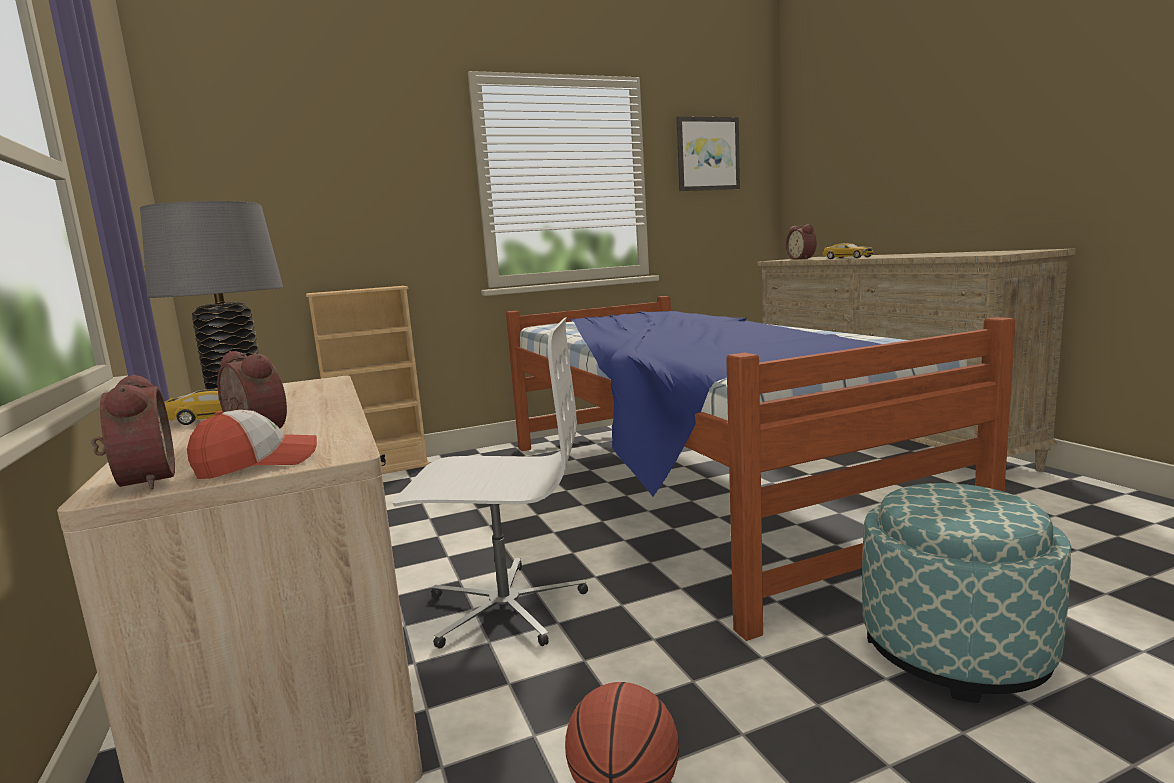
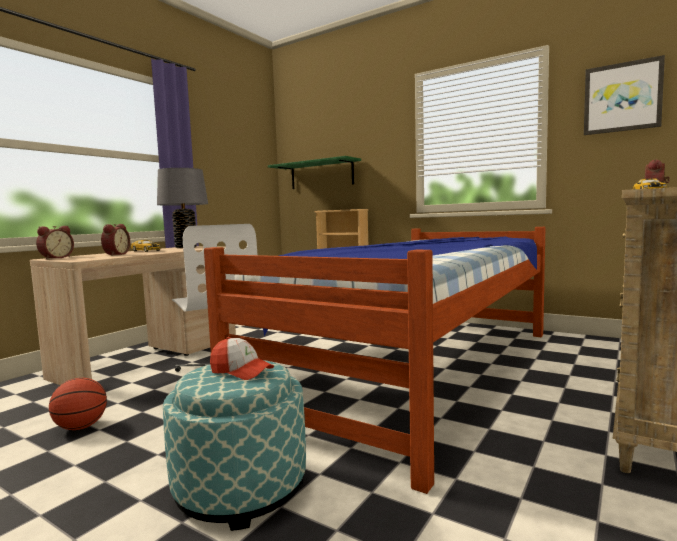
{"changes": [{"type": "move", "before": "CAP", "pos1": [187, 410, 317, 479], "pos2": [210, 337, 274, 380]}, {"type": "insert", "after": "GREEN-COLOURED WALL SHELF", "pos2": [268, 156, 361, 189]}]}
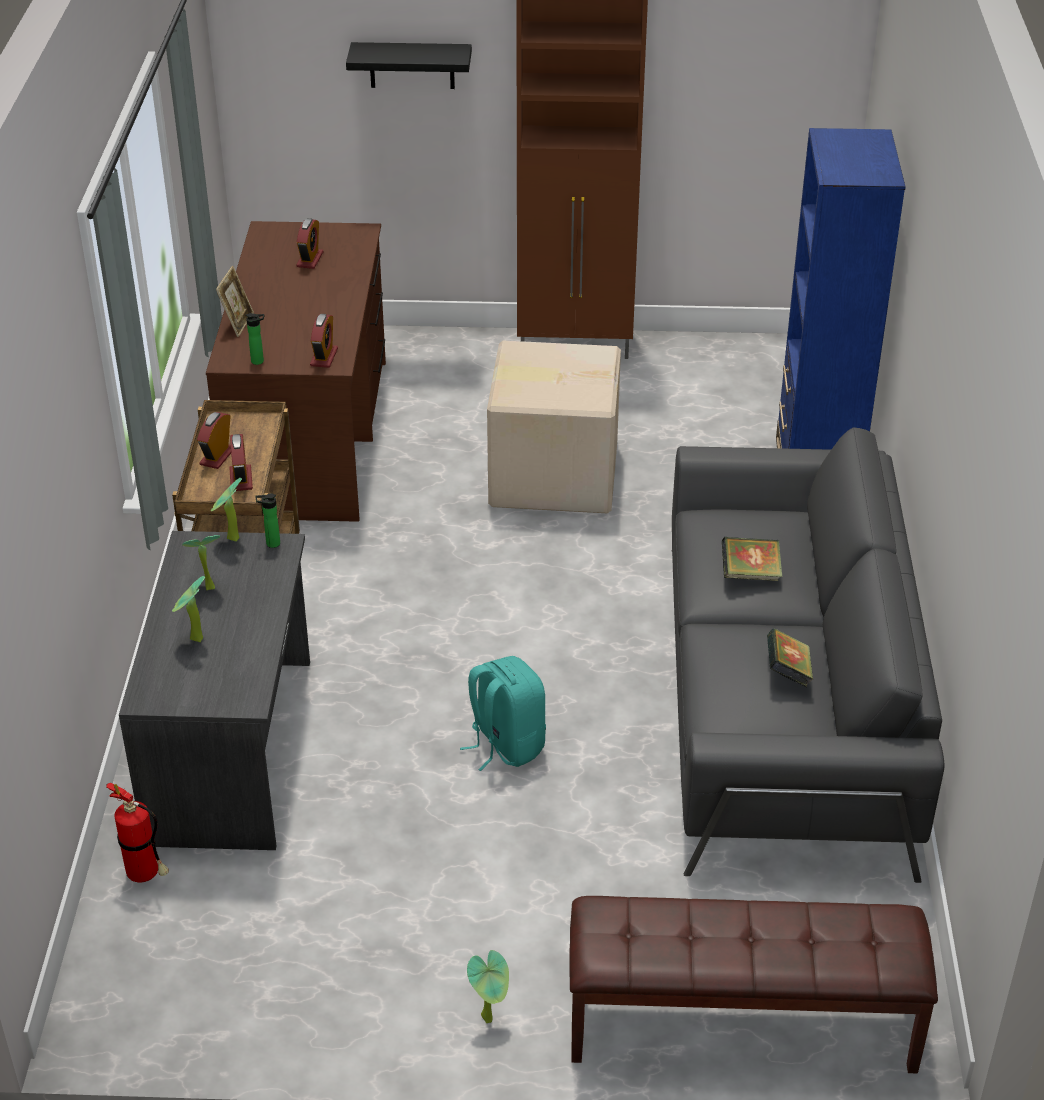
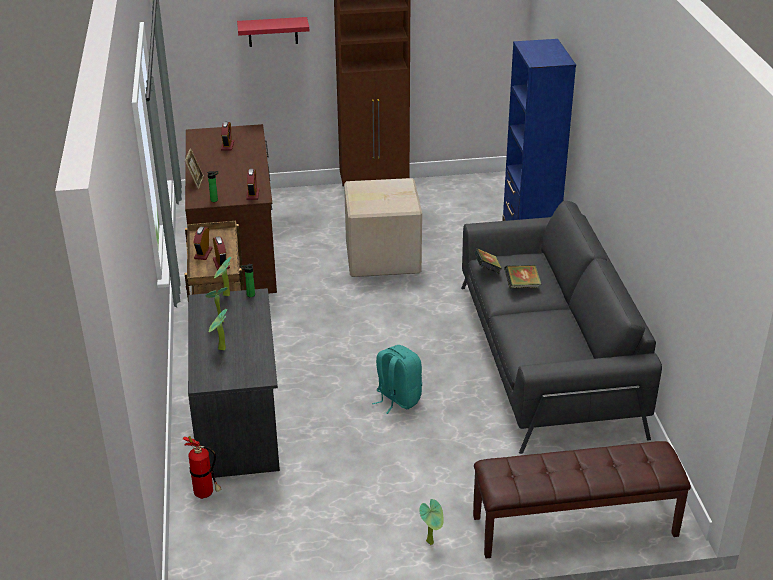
{"changes": [{"type": "recolor", "before": "BLACK-COLOURED WALL SHELF", "after": "REDDISH WALL SHELF", "pos1": [346, 42, 472, 89], "pos2": [237, 17, 309, 47]}, {"type": "move", "before": "VOLUME", "pos1": [767, 628, 814, 687], "pos2": [474, 248, 502, 273]}]}
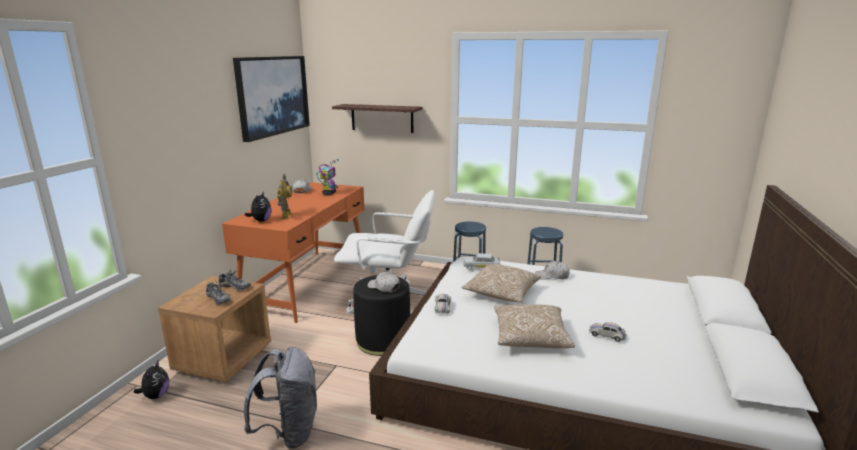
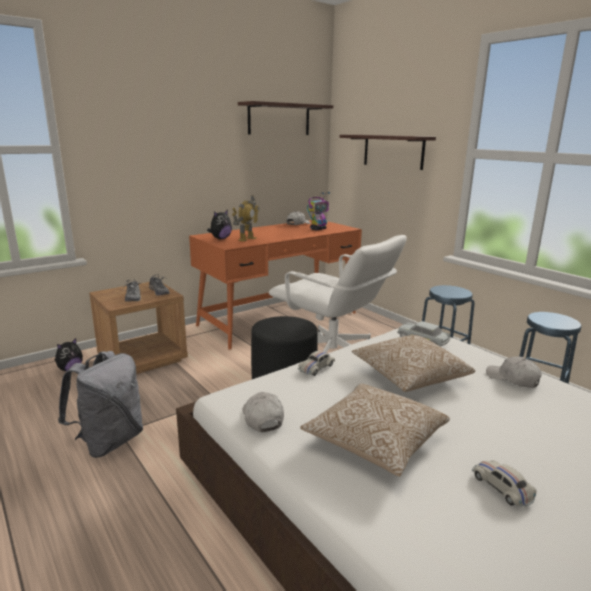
{"changes": [{"type": "replace", "before": "WALL PICTURE", "after": "WALL SHELF", "pos1": [233, 56, 310, 142], "pos2": [238, 101, 333, 135]}, {"type": "move", "before": "WHITE CAP", "pos1": [368, 272, 400, 293], "pos2": [242, 392, 284, 432]}]}
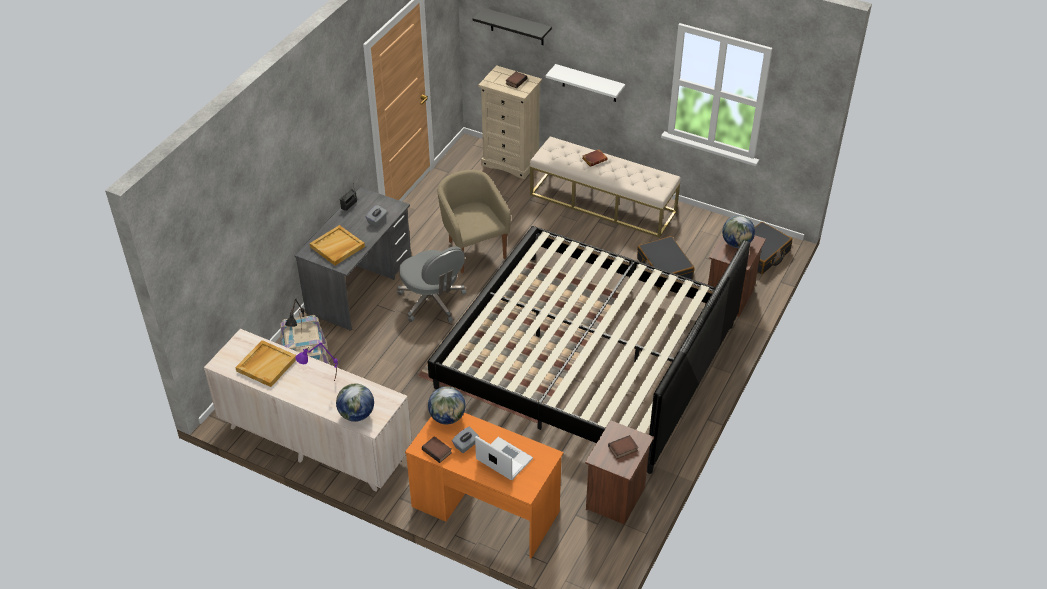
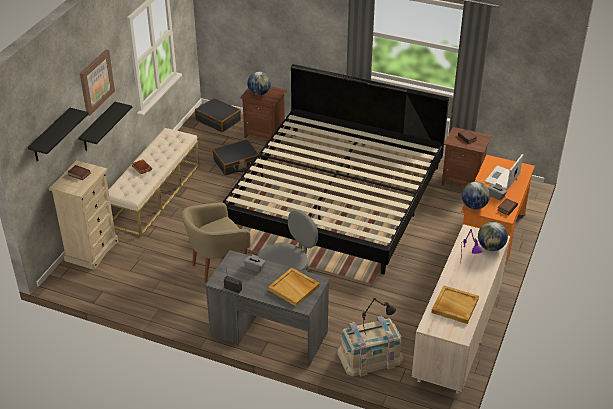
{"changes": [{"type": "recolor", "before": "WHITE WALL SHELF", "after": "BLACK-COLOURED WALL SHELF", "pos1": [545, 64, 625, 102], "pos2": [78, 102, 132, 151]}, {"type": "insert", "after": "WALL PICTURE", "pos2": [80, 50, 115, 116]}]}
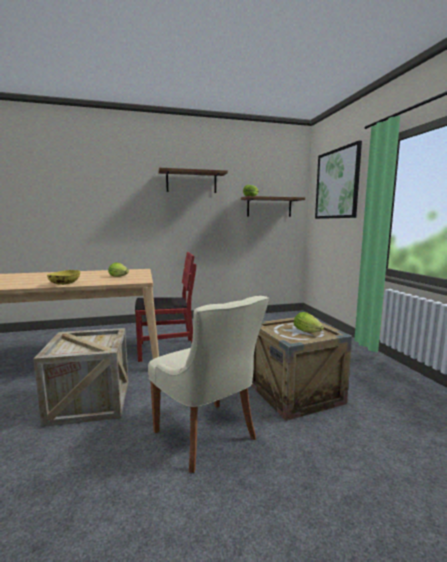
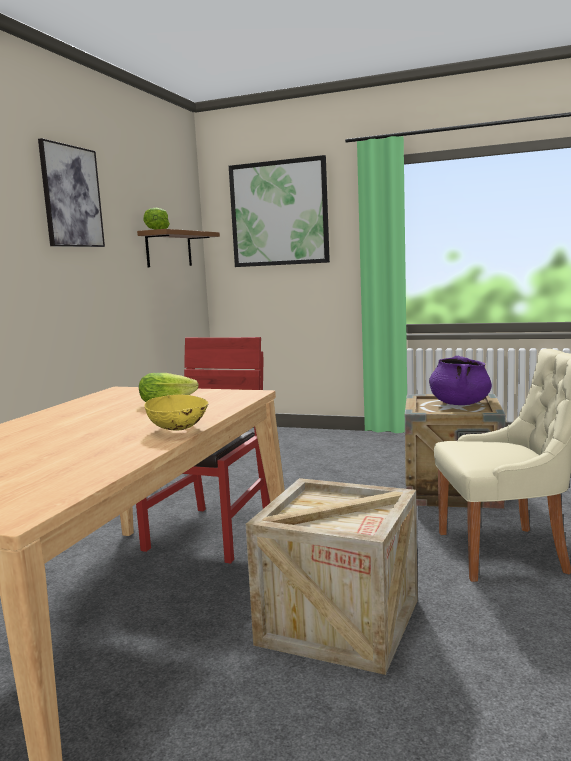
{"changes": [{"type": "replace", "before": "BROWN WALL SHELF", "after": "WALL PICTURE", "pos1": [158, 168, 228, 193], "pos2": [38, 138, 105, 247]}, {"type": "replace", "before": "HEAD OF LETTUCE", "after": "PURPLISH COOKING POT", "pos1": [294, 312, 324, 333], "pos2": [429, 356, 492, 405]}]}
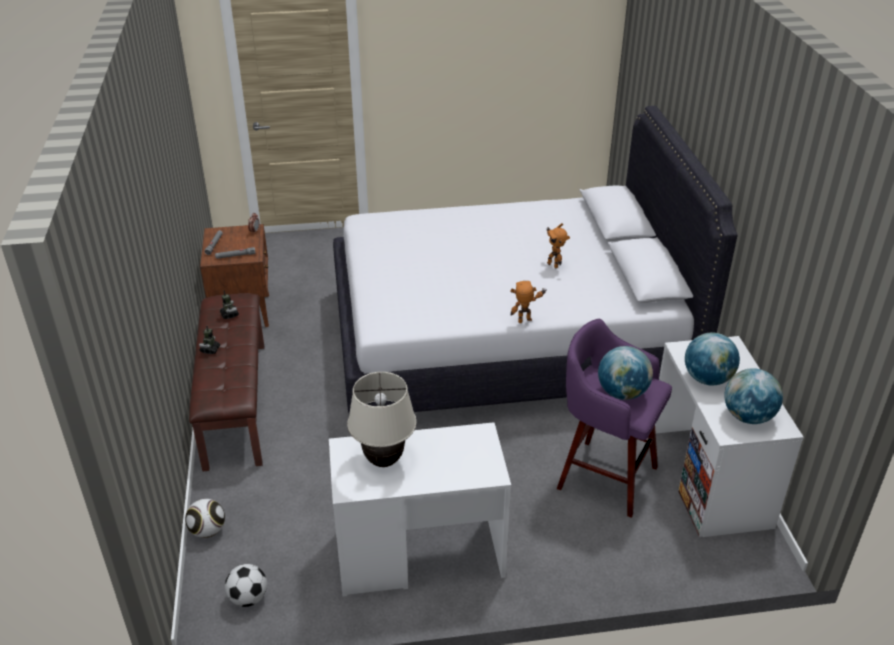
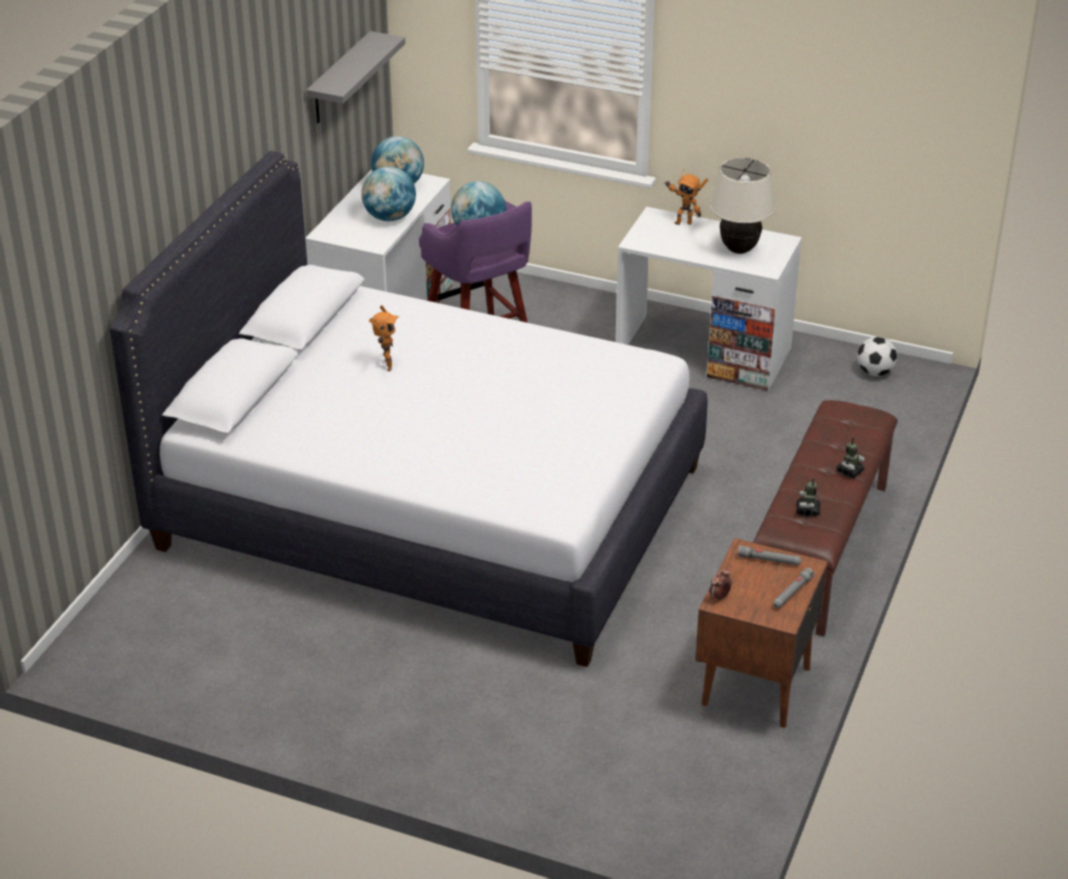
{"changes": [{"type": "delete", "before": "FOOTBALL BALL", "pos1": [185, 499, 225, 538]}, {"type": "move", "before": "ROBOT FIGURE", "pos1": [510, 281, 546, 323], "pos2": [665, 169, 708, 225]}, {"type": "insert", "after": "GREYISH WALL SHELF", "pos2": [306, 31, 405, 123]}]}
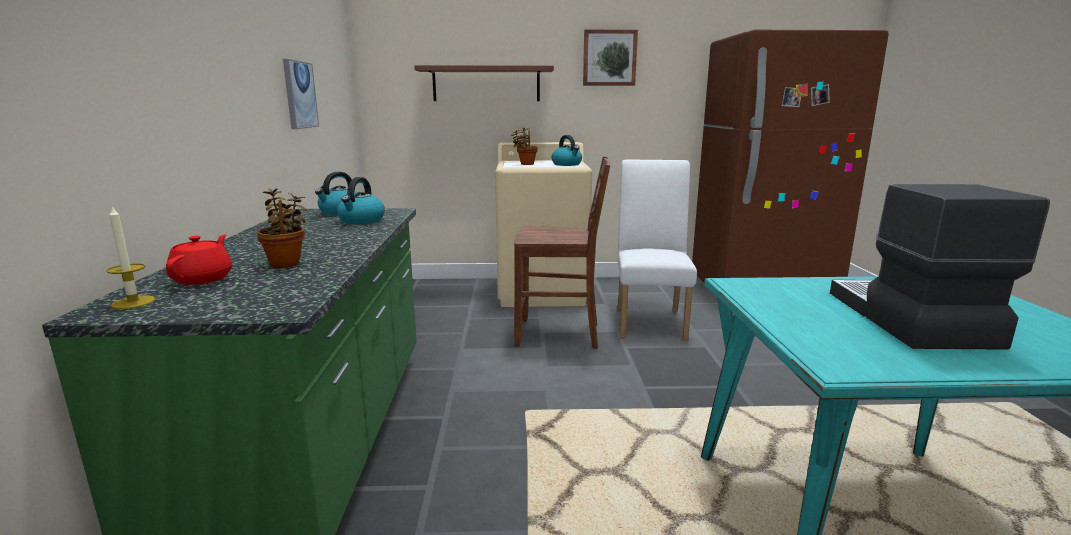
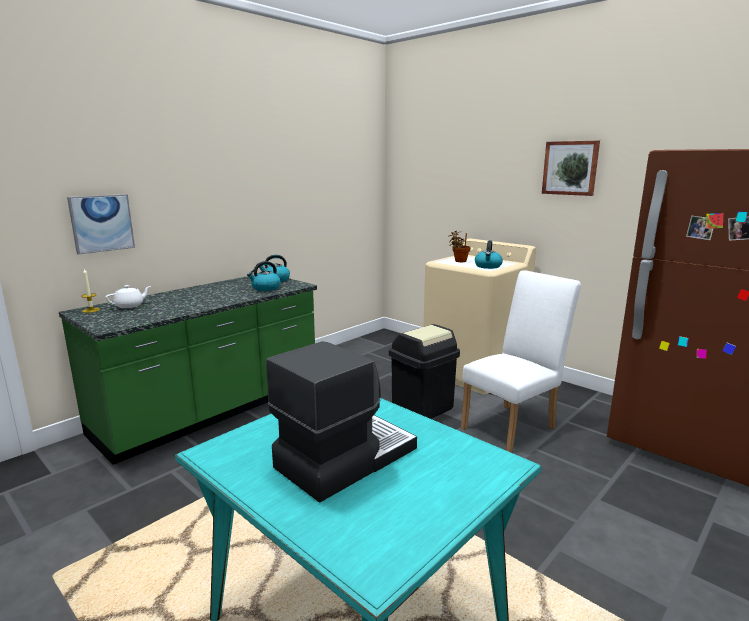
{"changes": [{"type": "recolor", "before": "REDDISH POT FOR TEA", "after": "WHITE POT FOR TEA", "pos1": [166, 234, 232, 285], "pos2": [105, 285, 151, 308]}, {"type": "delete", "before": "HOUSEPLANT", "pos1": [257, 188, 307, 268]}, {"type": "move", "before": "WALL PICTURE", "pos1": [283, 59, 319, 129], "pos2": [67, 194, 135, 255]}, {"type": "delete", "before": "BROWN WALL SHELF", "pos1": [414, 65, 554, 101]}, {"type": "replace", "before": "BROWN UPRIGHT CHAIR", "after": "BLACK-COLOURED WASTE BIN", "pos1": [514, 156, 611, 349], "pos2": [389, 324, 460, 419]}]}
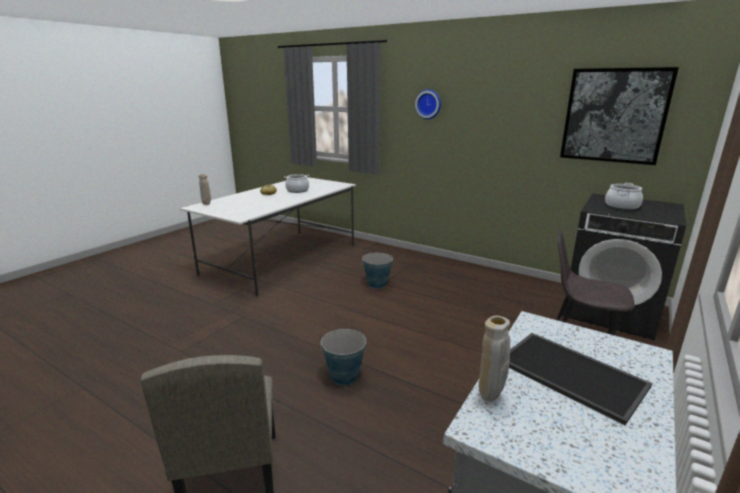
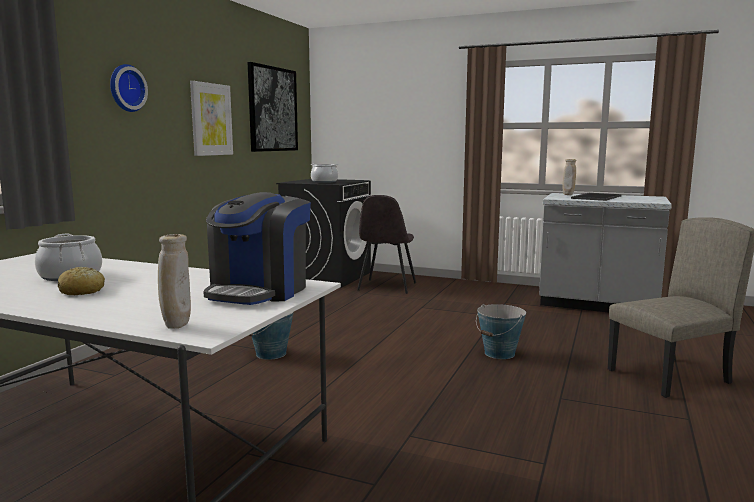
{"changes": [{"type": "move", "before": "BEIGE DECORATIVE VASE", "pos1": [479, 316, 510, 402], "pos2": [562, 159, 576, 195]}, {"type": "insert", "after": "WALL PICTURE", "pos2": [190, 81, 233, 156]}, {"type": "insert", "after": "COFFEE MAKER", "pos2": [204, 192, 311, 305]}]}
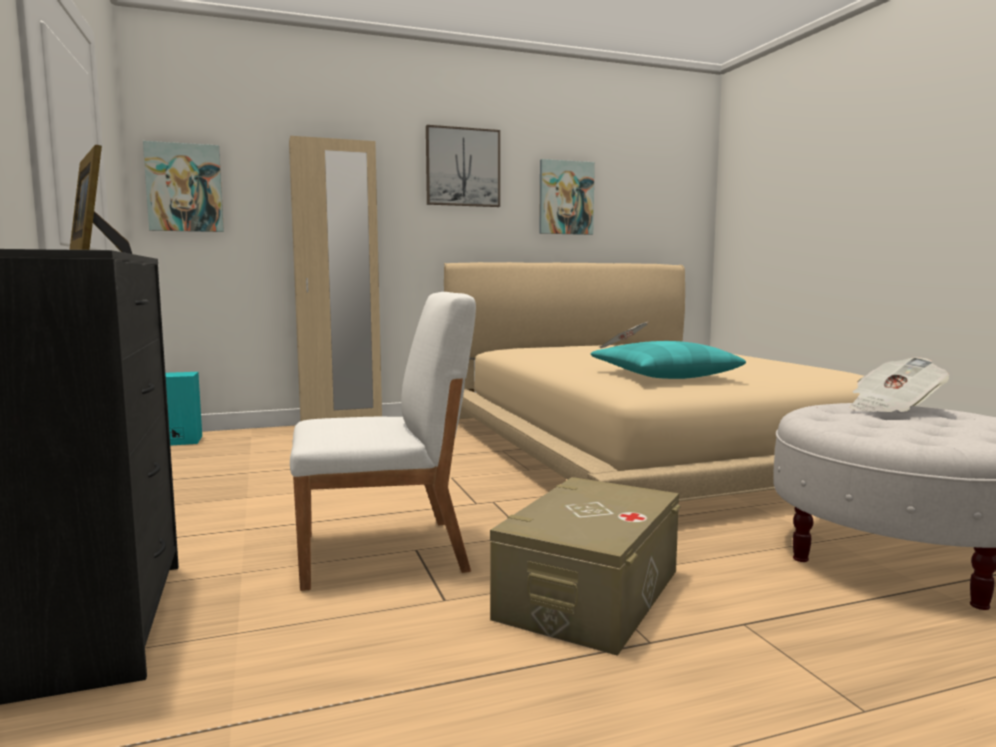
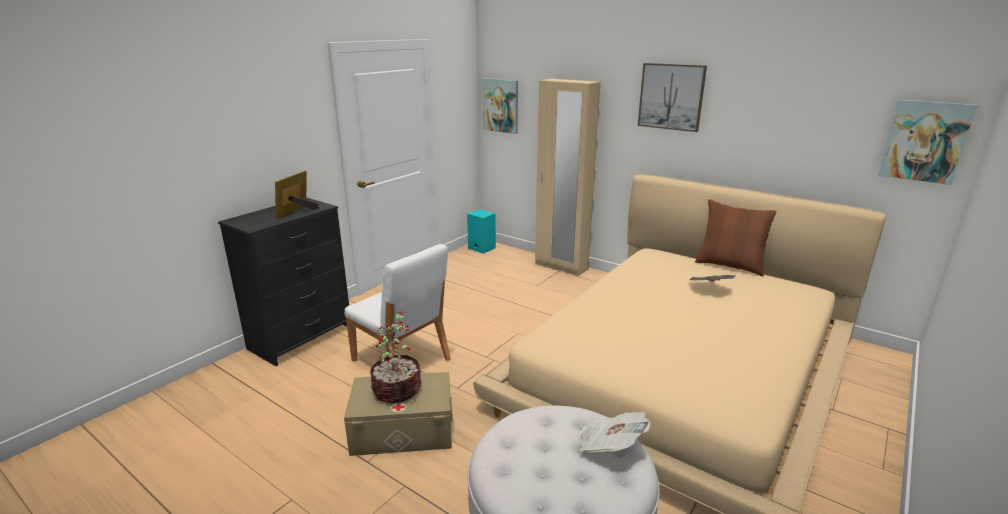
{"changes": [{"type": "move", "before": "WALL PICTURE", "pos1": [539, 159, 595, 235], "pos2": [878, 99, 977, 185]}, {"type": "delete", "before": "TURQUOISE-COLOURED CUSHION", "pos1": [591, 341, 746, 379]}, {"type": "insert", "after": "HOUSEPLANT", "pos2": [370, 311, 421, 403]}, {"type": "insert", "after": "BROWN CUSHION", "pos2": [695, 199, 776, 276]}]}
